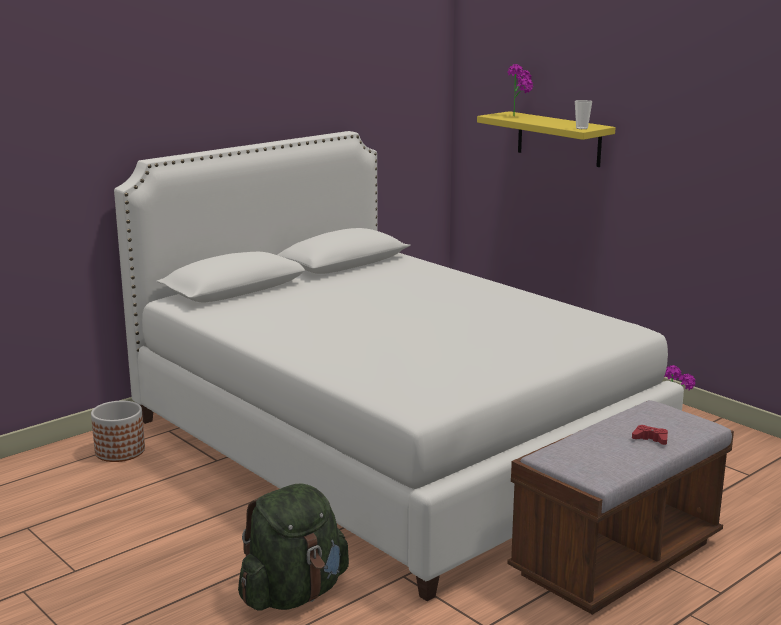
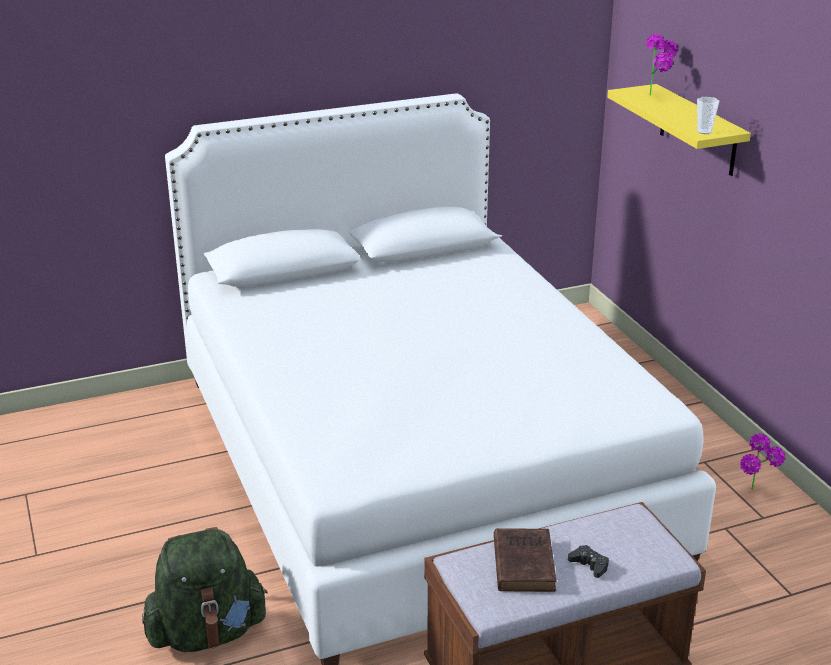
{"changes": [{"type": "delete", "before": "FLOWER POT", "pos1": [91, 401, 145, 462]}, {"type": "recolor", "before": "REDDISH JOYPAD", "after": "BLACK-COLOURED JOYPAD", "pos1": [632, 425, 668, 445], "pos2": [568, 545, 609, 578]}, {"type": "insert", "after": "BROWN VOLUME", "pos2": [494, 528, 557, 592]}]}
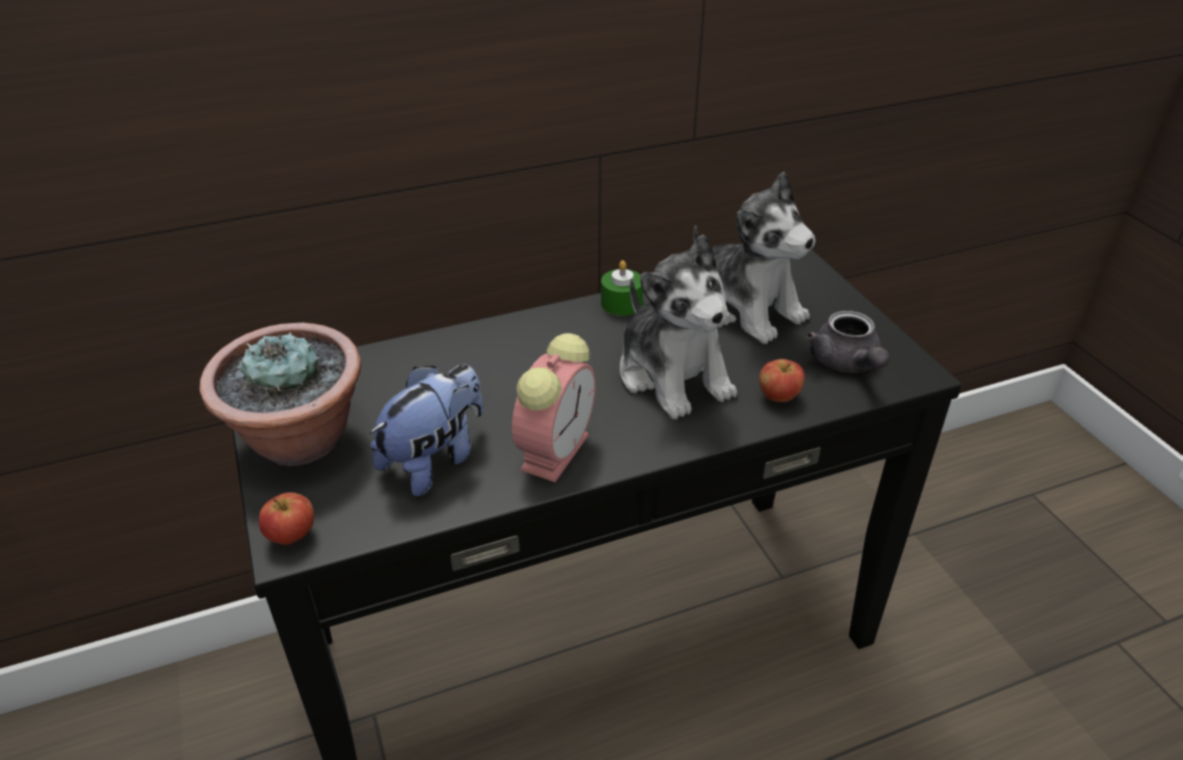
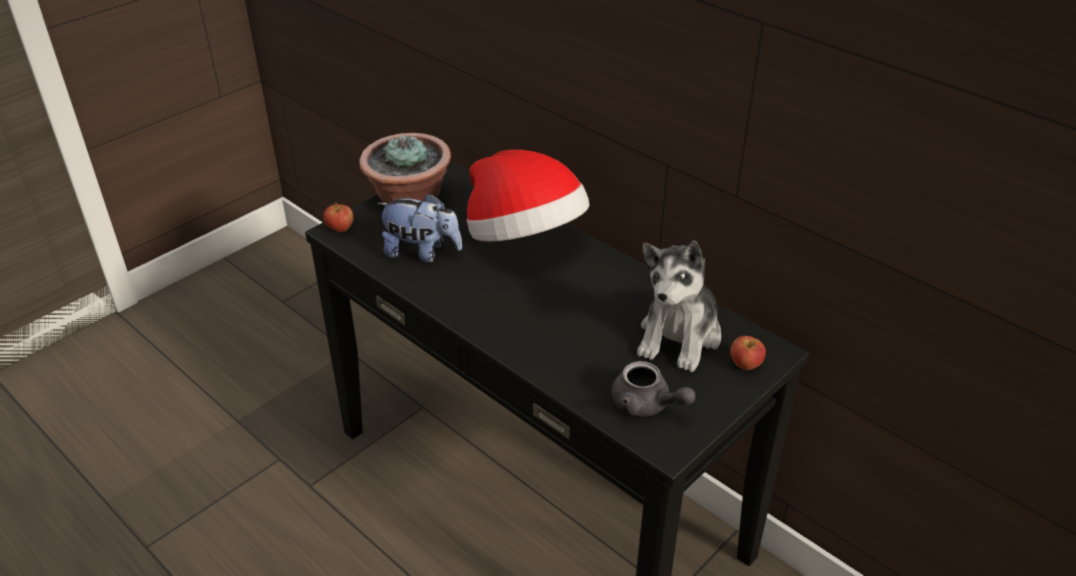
{"changes": [{"type": "delete", "before": "TABLE CLOCK", "pos1": [512, 333, 596, 482]}, {"type": "delete", "before": "GREEN-COLOURED CANDLE", "pos1": [601, 260, 643, 316]}, {"type": "delete", "before": "CUDDLY TOY", "pos1": [619, 234, 737, 419]}, {"type": "move", "before": "APPLE FRUIT", "pos1": [759, 359, 805, 402], "pos2": [730, 336, 766, 370]}, {"type": "rotate", "before": "GREYISH POT FOR TEA", "pos1": [806, 311, 890, 373], "pos2": [611, 361, 696, 417], "turn": -105}, {"type": "insert", "after": "WEARABLE HAT", "pos2": [467, 150, 589, 242]}]}
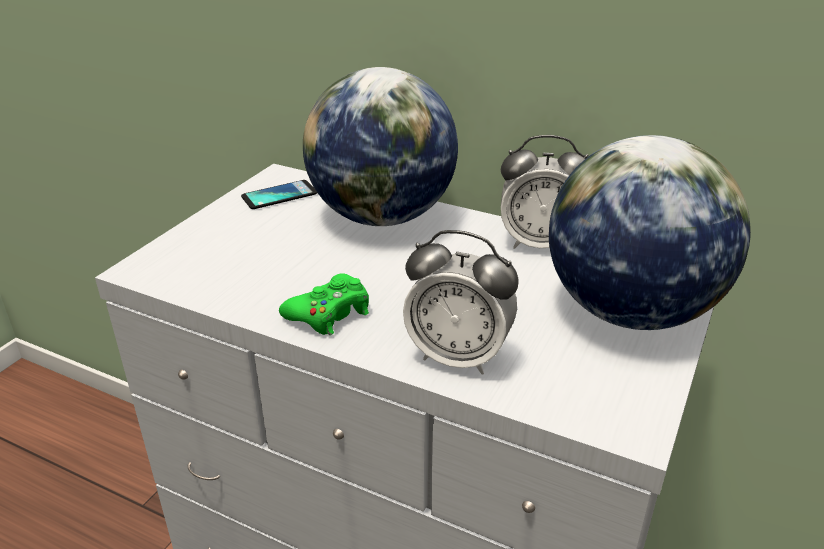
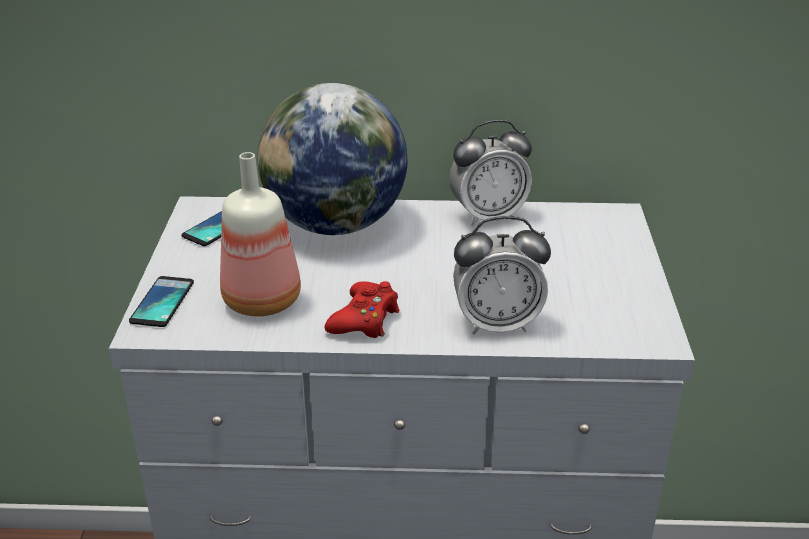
{"changes": [{"type": "recolor", "before": "GREEN-COLOURED JOYPAD", "after": "REDDISH JOYPAD", "pos1": [279, 273, 369, 335], "pos2": [325, 281, 400, 338]}, {"type": "delete", "before": "GLOBE", "pos1": [549, 135, 751, 330]}, {"type": "insert", "after": "PHONE", "pos2": [129, 276, 194, 327]}, {"type": "insert", "after": "BOTTLE", "pos2": [220, 152, 301, 316]}]}
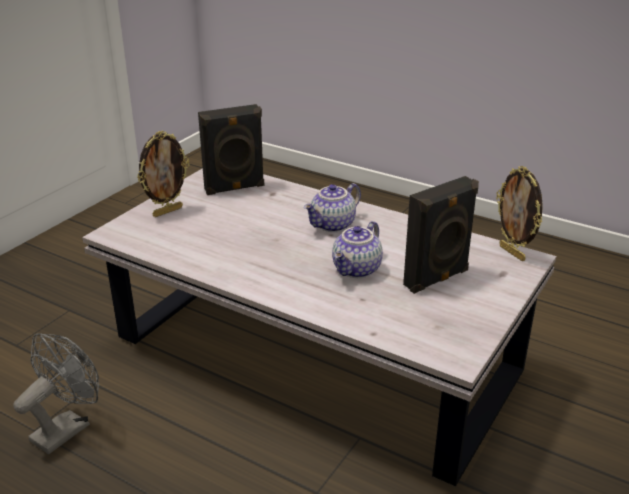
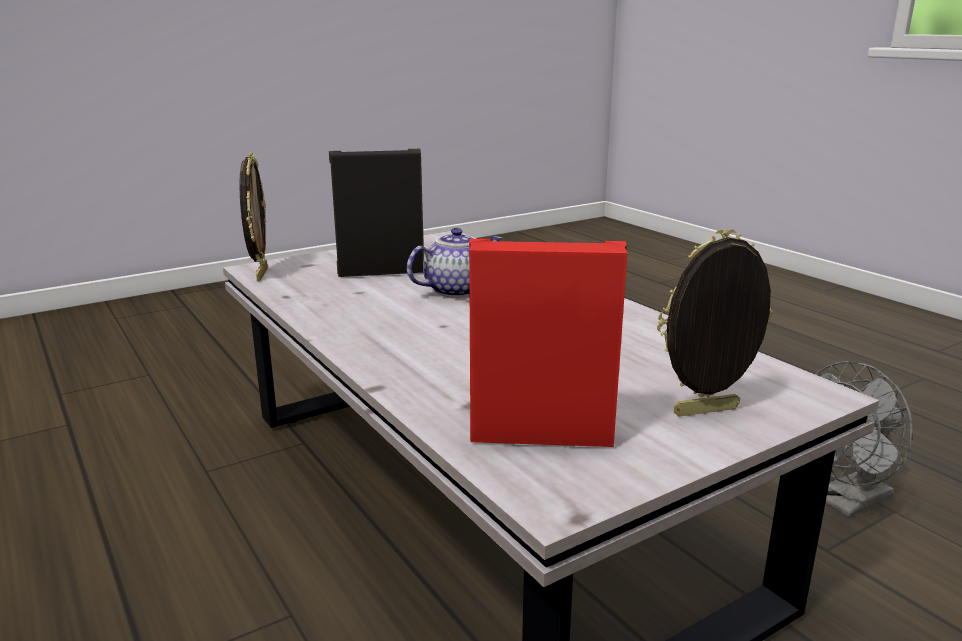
{"changes": [{"type": "recolor", "before": "BLACK-COLOURED AUDIO SPEAKER", "after": "REDDISH AUDIO SPEAKER", "pos1": [198, 104, 264, 195], "pos2": [469, 239, 627, 447]}, {"type": "delete", "before": "POT FOR TEA", "pos1": [304, 183, 361, 232]}]}
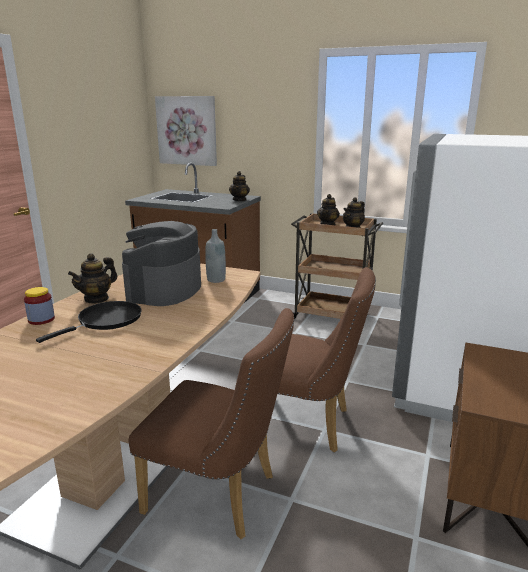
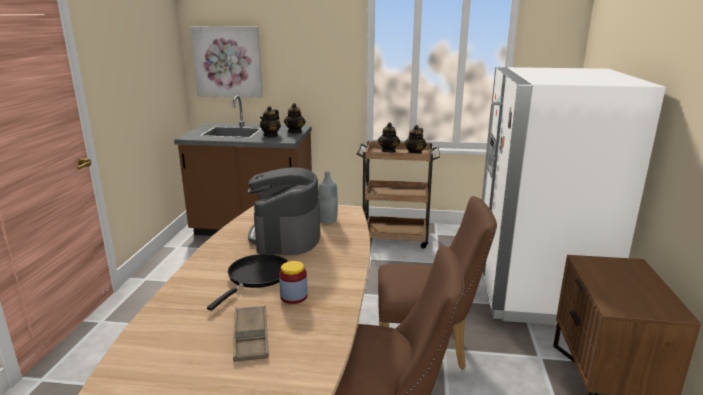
{"changes": [{"type": "move", "before": "PRESERVE JAR", "pos1": [24, 287, 55, 325], "pos2": [279, 261, 308, 304]}, {"type": "move", "before": "POT FOR TEA", "pos1": [68, 253, 117, 304], "pos2": [260, 106, 281, 137]}, {"type": "insert", "after": "BROWN SERVING TRAY", "pos2": [233, 305, 269, 362]}]}
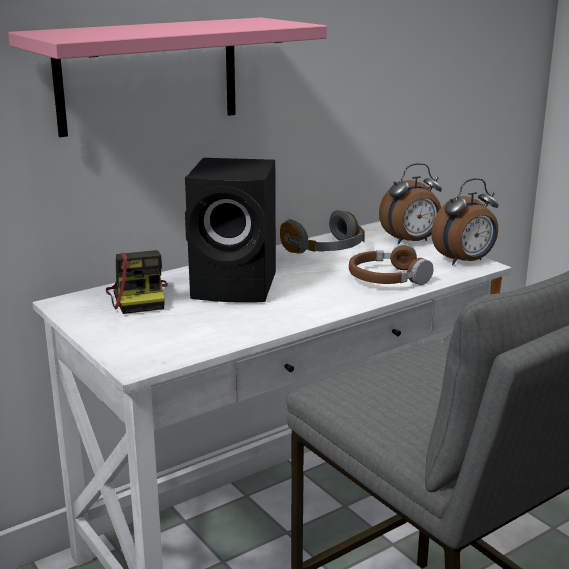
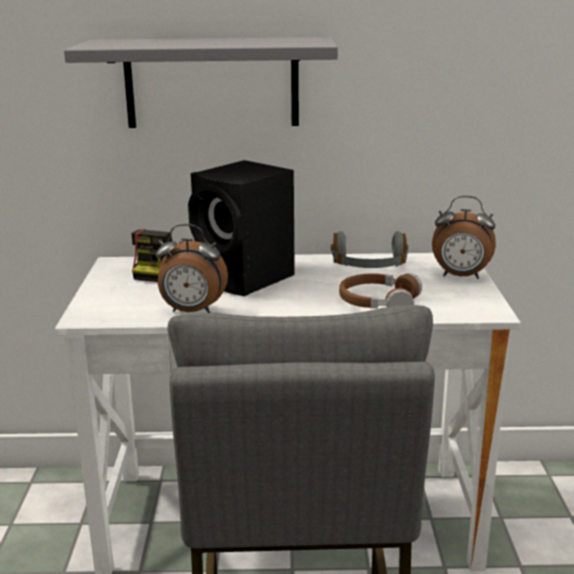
{"changes": [{"type": "recolor", "before": "PINK WALL SHELF", "after": "GREYISH WALL SHELF", "pos1": [8, 18, 327, 137], "pos2": [64, 37, 338, 128]}, {"type": "move", "before": "TABLE CLOCK", "pos1": [431, 178, 499, 265], "pos2": [156, 224, 228, 313]}]}
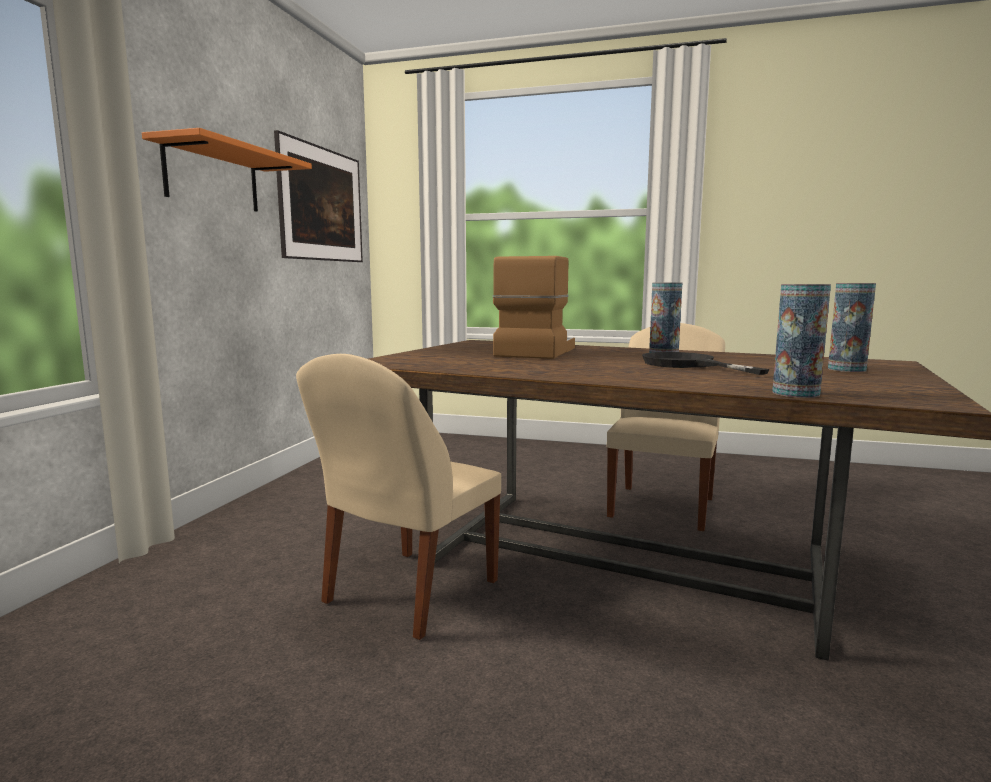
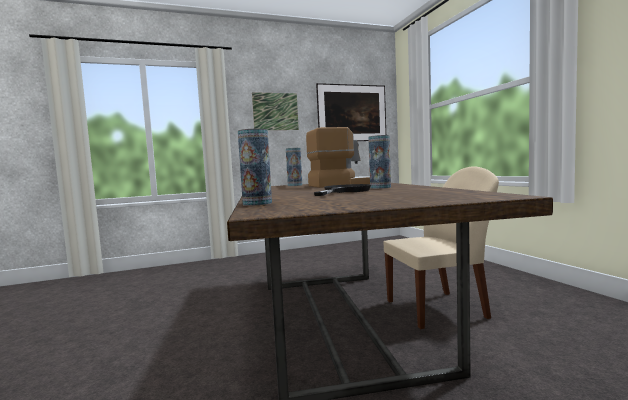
{"changes": [{"type": "replace", "before": "ORANGE WALL SHELF", "after": "WALL PICTURE", "pos1": [142, 128, 312, 212], "pos2": [252, 92, 299, 130]}, {"type": "delete", "before": "BEIGE UPRIGHT CHAIR", "pos1": [296, 354, 501, 640]}, {"type": "move", "before": "DECORATIVE VASE", "pos1": [828, 283, 876, 372], "pos2": [286, 148, 302, 186]}]}
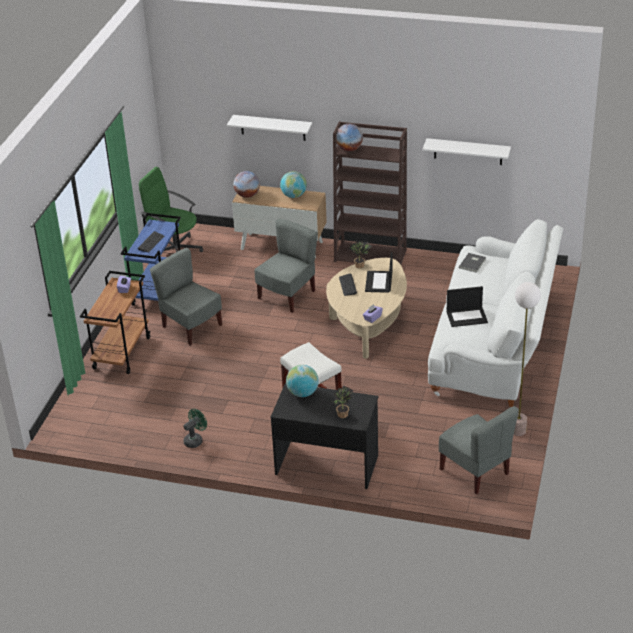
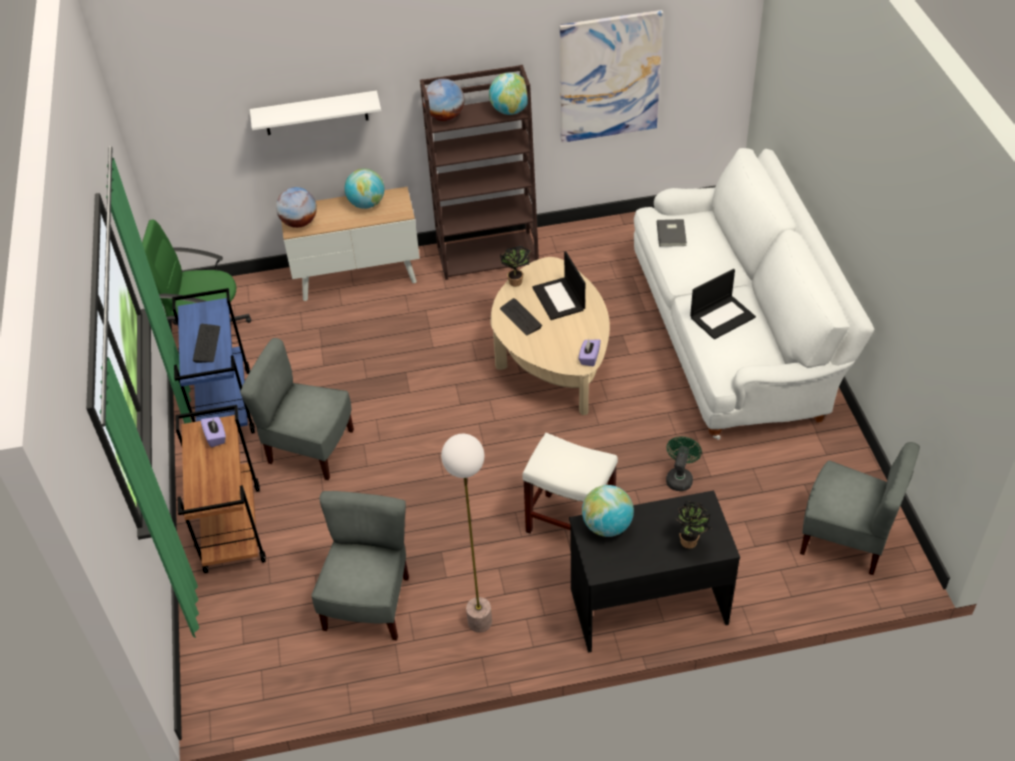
{"changes": [{"type": "move", "before": "GREEN-COLOURED COOLING FAN", "pos1": [183, 409, 207, 448], "pos2": [666, 436, 702, 491]}, {"type": "move", "before": "GREYISH UPRIGHT CHAIR", "pos1": [255, 219, 318, 313], "pos2": [312, 491, 409, 640]}, {"type": "replace", "before": "WHITE WALL SHELF", "after": "WALL PICTURE", "pos1": [422, 138, 511, 165], "pos2": [560, 10, 663, 143]}, {"type": "move", "before": "FLOOR LAMP", "pos1": [514, 282, 541, 436], "pos2": [441, 434, 492, 633]}, {"type": "insert", "after": "GLOBE", "pos2": [489, 72, 528, 115]}]}
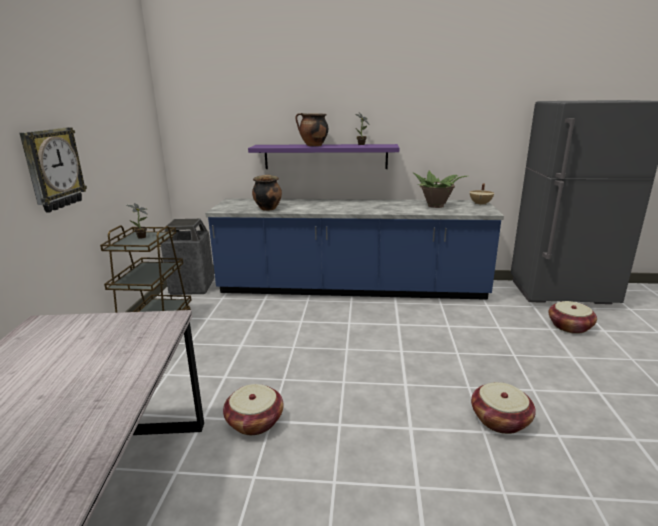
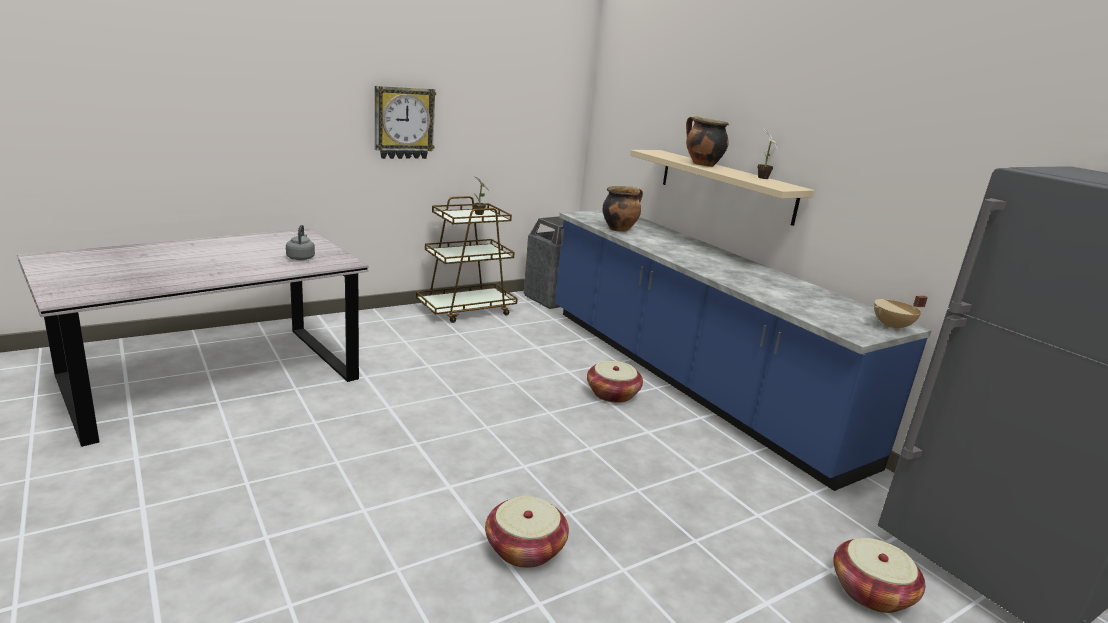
{"changes": [{"type": "move", "before": "BASKET", "pos1": [223, 384, 284, 435], "pos2": [587, 361, 643, 403]}, {"type": "recolor", "before": "PURPLISH WALL SHELF", "after": "BEIGE WALL SHELF", "pos1": [248, 144, 399, 169], "pos2": [630, 150, 815, 226]}, {"type": "delete", "before": "HOUSEPLANT", "pos1": [414, 171, 467, 208]}, {"type": "insert", "after": "GREYISH TEA KETTLE", "pos2": [286, 225, 315, 260]}]}
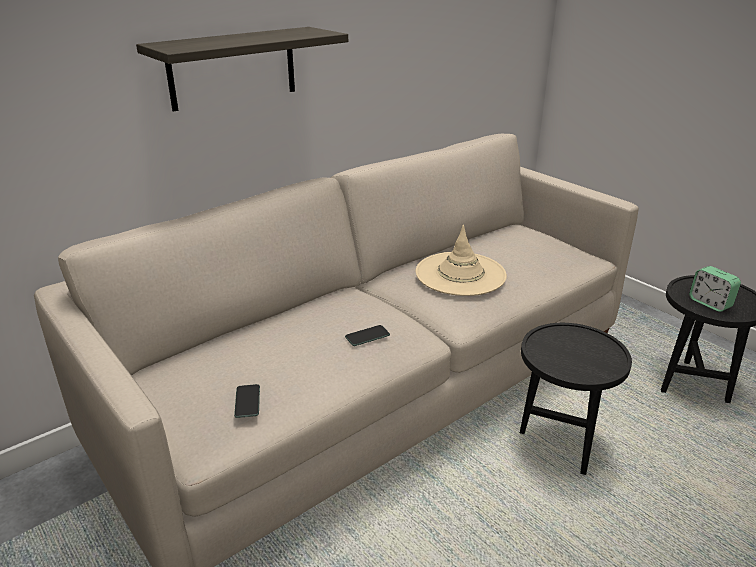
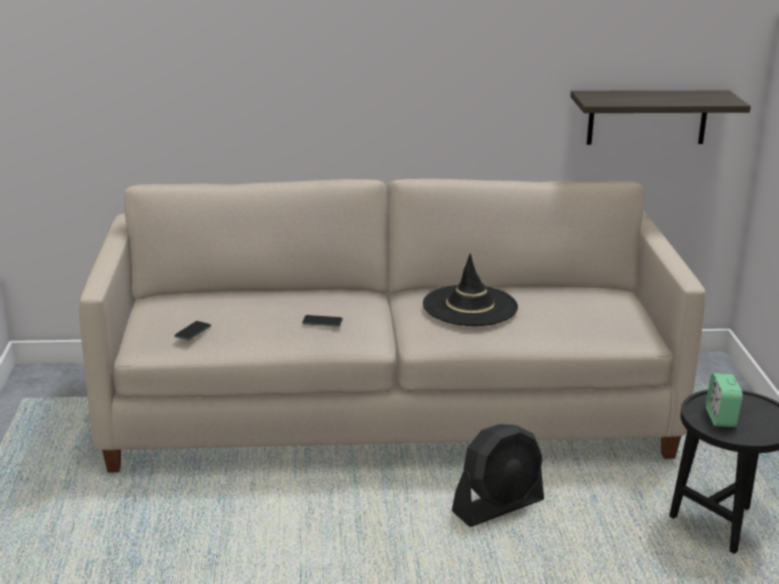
{"changes": [{"type": "move", "before": "WALL SHELF", "pos1": [136, 27, 348, 112], "pos2": [570, 90, 751, 145]}, {"type": "recolor", "before": "BEIGE WEARABLE HAT", "after": "BLACK-COLOURED WEARABLE HAT", "pos1": [416, 225, 507, 296], "pos2": [423, 254, 518, 326]}, {"type": "replace", "before": "BLACK-COLOURED ACCENT TABLE", "after": "BLACK-COLOURED COOLING FAN", "pos1": [520, 323, 632, 475], "pos2": [452, 424, 544, 527]}]}
